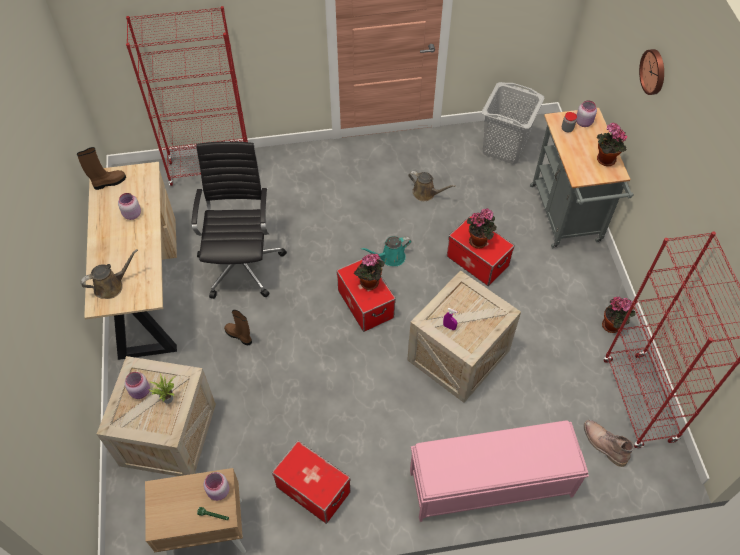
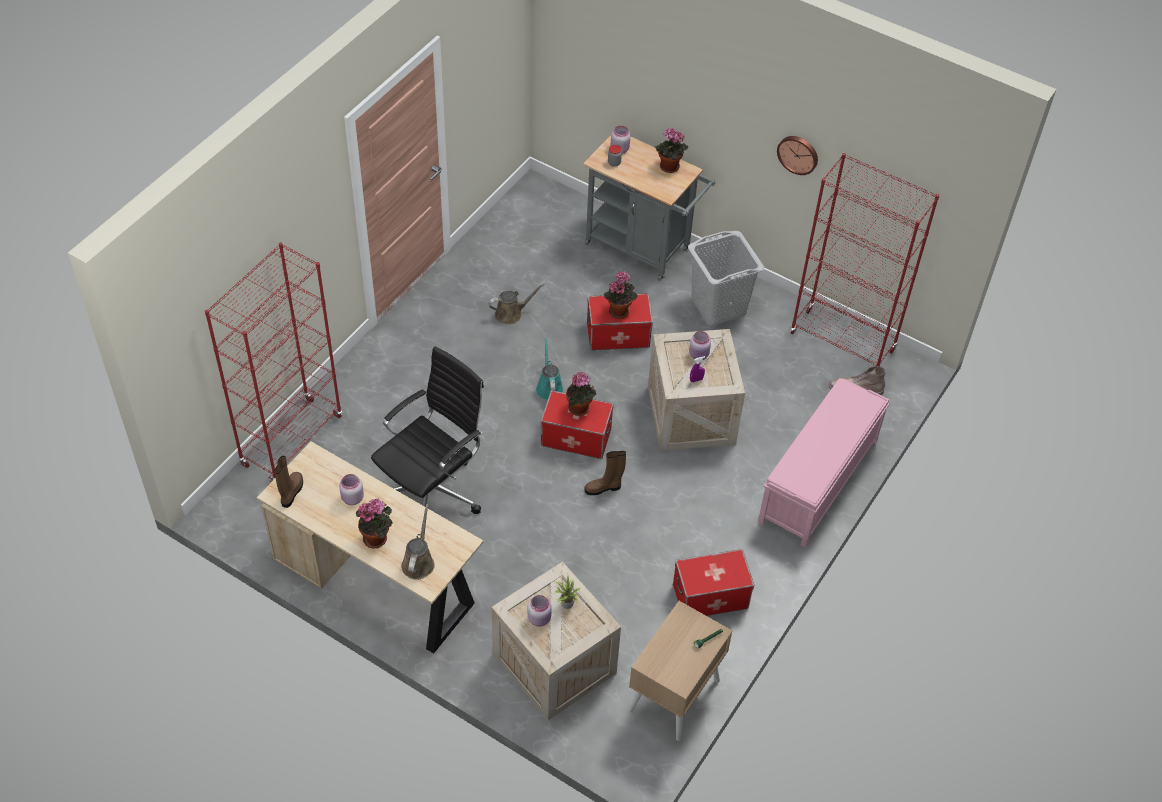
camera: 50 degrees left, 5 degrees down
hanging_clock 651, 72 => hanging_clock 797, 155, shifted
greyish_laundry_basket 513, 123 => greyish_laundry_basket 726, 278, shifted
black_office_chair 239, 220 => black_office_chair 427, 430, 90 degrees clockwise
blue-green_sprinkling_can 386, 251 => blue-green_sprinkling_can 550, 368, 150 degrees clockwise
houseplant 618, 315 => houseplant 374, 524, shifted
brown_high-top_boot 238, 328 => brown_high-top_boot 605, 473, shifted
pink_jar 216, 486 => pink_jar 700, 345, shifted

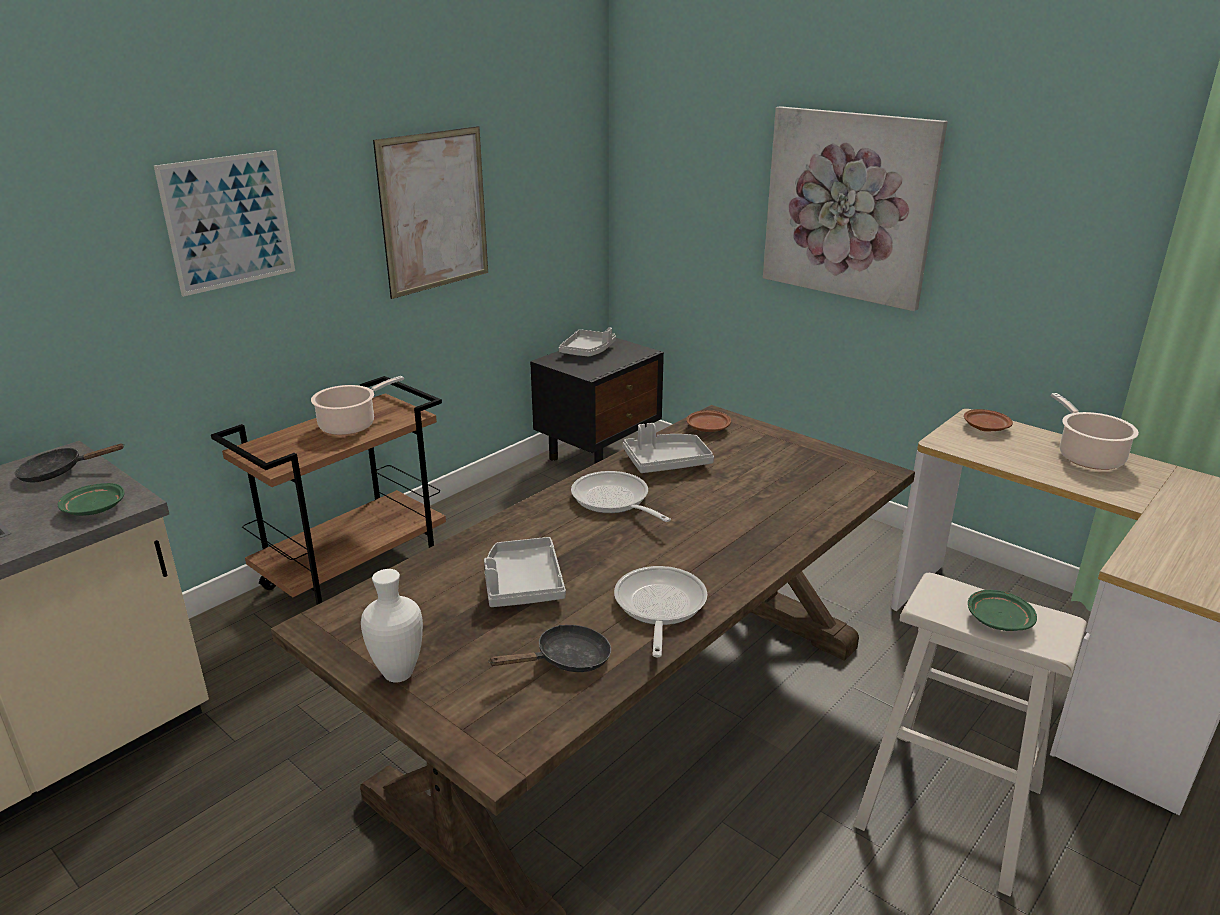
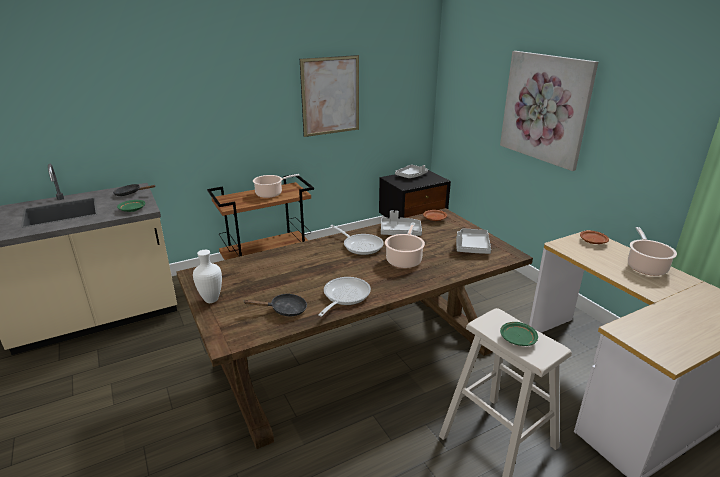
camera: 20 degrees right, 0 degrees up
wall_picture 224, 223 => nothing
skillet 621, 496 => skillet 357, 240, 150 degrees clockwise
greyish_tray 525, 572 => greyish_tray 473, 241, shifted
nothing => saucepot 405, 245

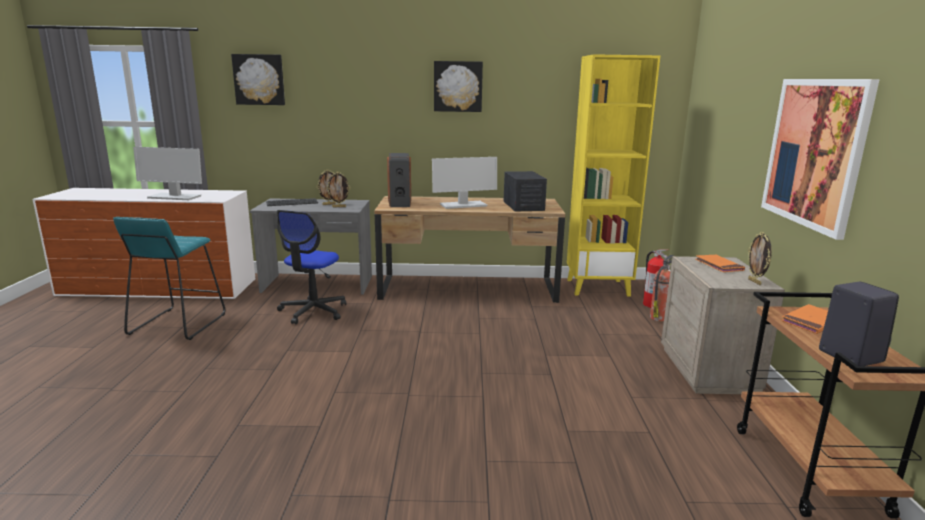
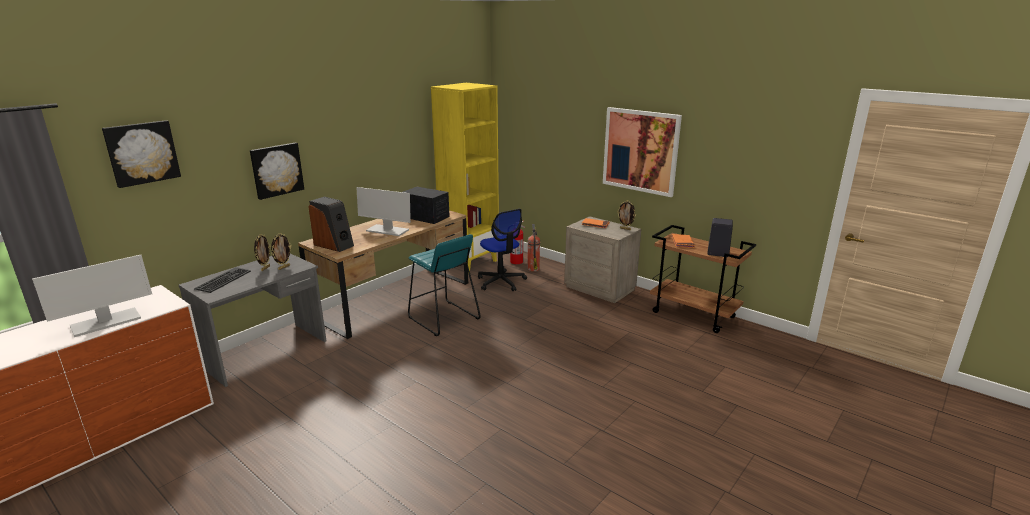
camera: 50 degrees left, 5 degrees up
wall_picture 458, 86 => wall_picture 277, 171, shifted
computer_screen 464, 183 => computer_screen 383, 211, 90 degrees clockwise
office_chair 311, 267 => office_chair 502, 250, shifted
blue-green_stool_seat 169, 278 => blue-green_stool_seat 444, 285, shifted

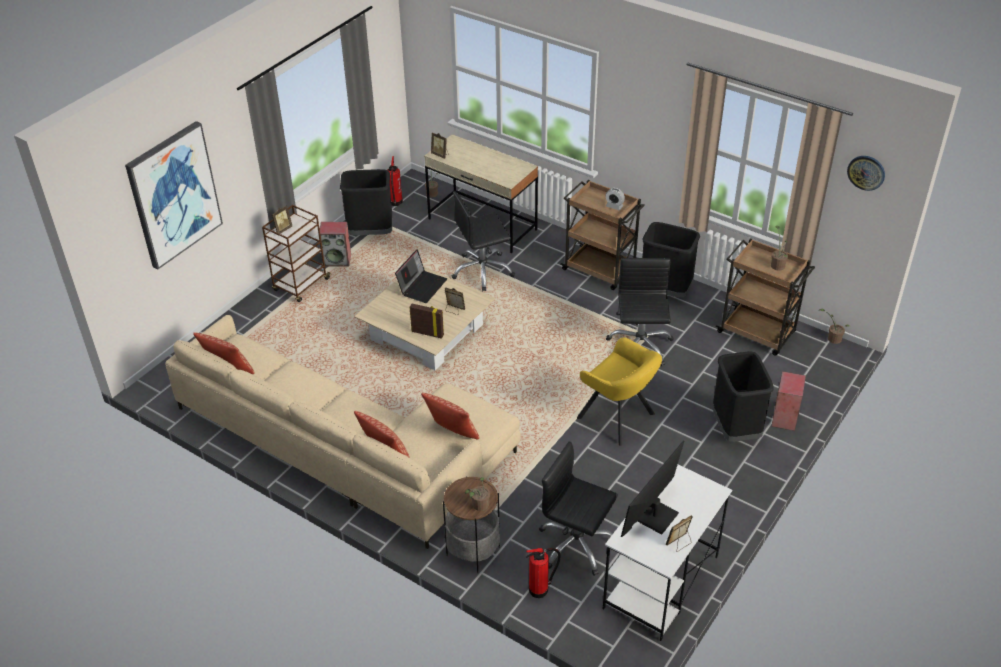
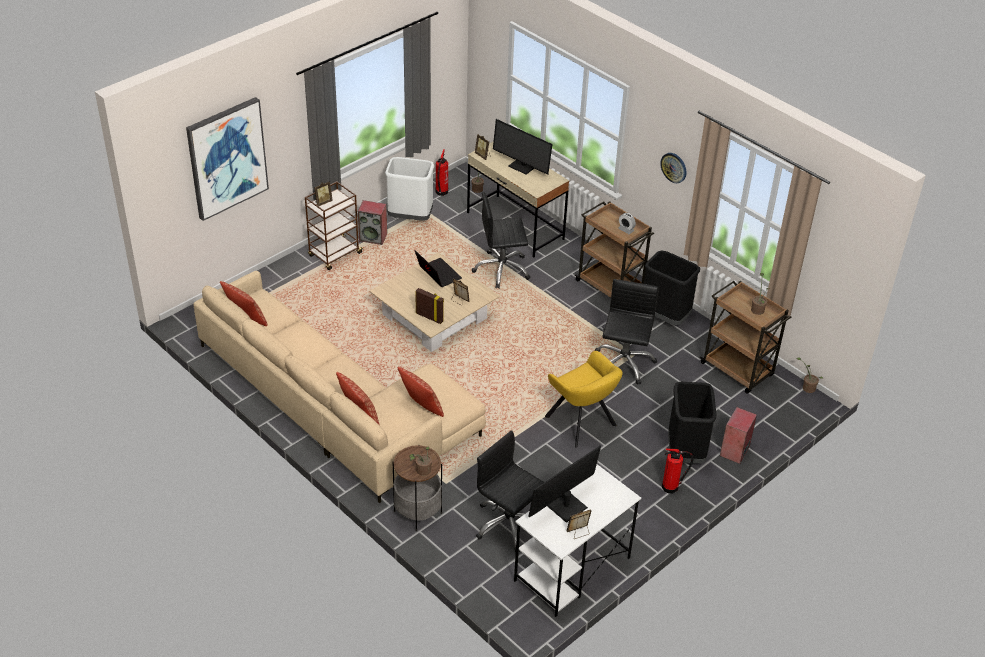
camera: 10 degrees right, 0 degrees up
hanging_clock 866, 173 => hanging_clock 673, 168, shifted
black_trash_can 366, 202 => white_trash_can 409, 189
portable_computer 421, 276 => portable_computer 438, 268, 75 degrees counterclockwise
extinguisher 543, 573 => extinguisher 678, 471, shifted
nothing => computer_screen 522, 147

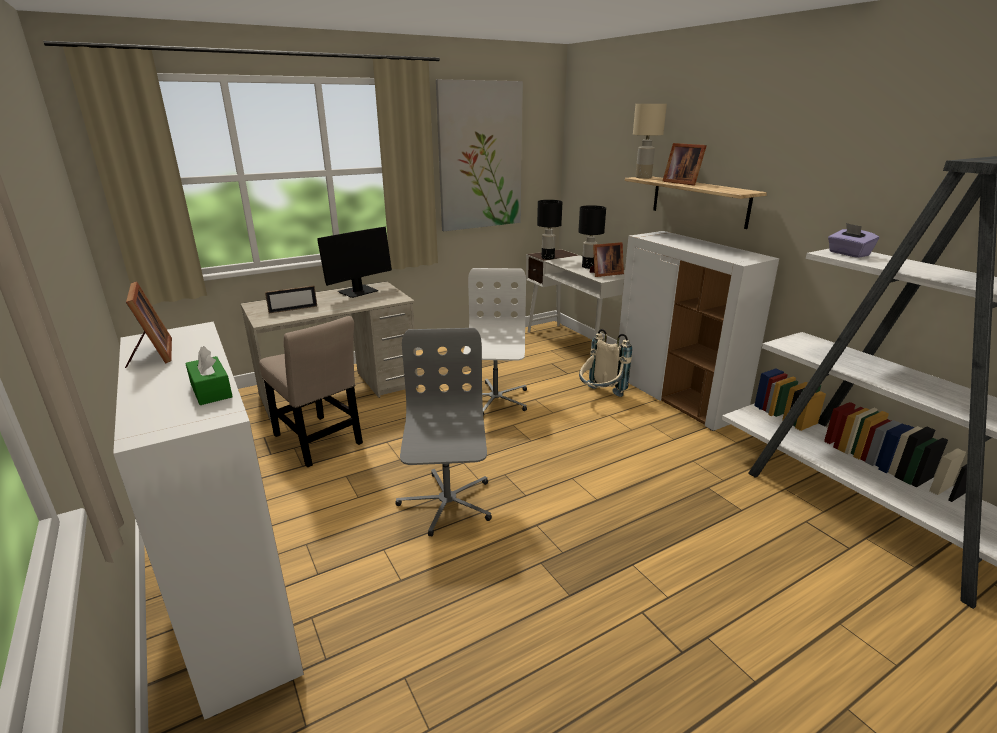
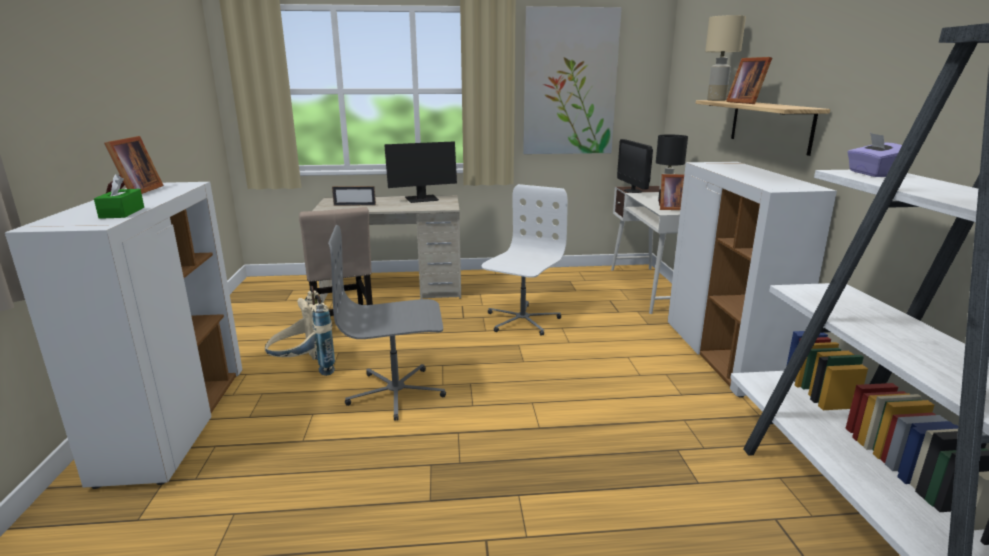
camera: 25 degrees right, 5 degrees down
black_tabletop_lamp 549, 229 => computer_screen 635, 166
greyish_office_chair 443, 432 => greyish_office_chair 387, 323, 120 degrees counterclockwise
beige-coloured_knapsack 605, 363 => beige-coloured_knapsack 300, 331, shifted

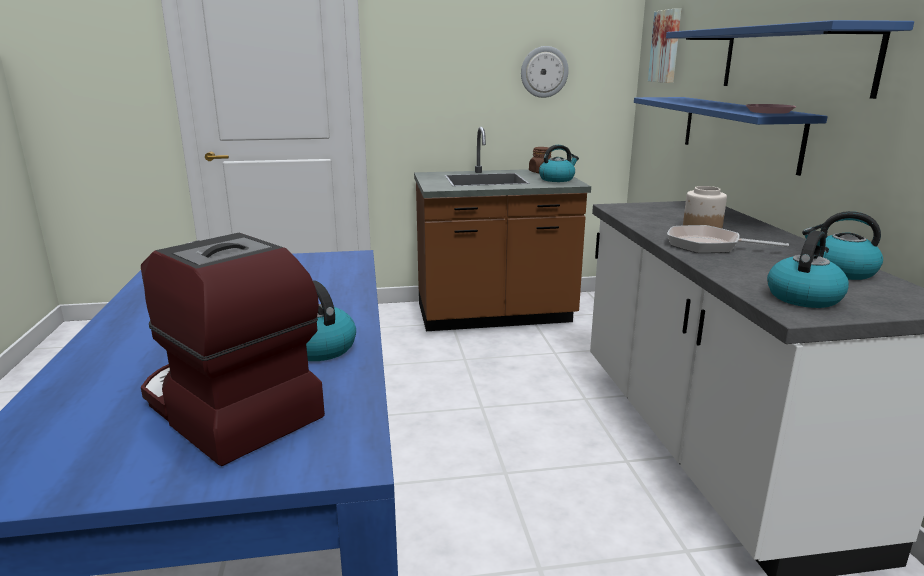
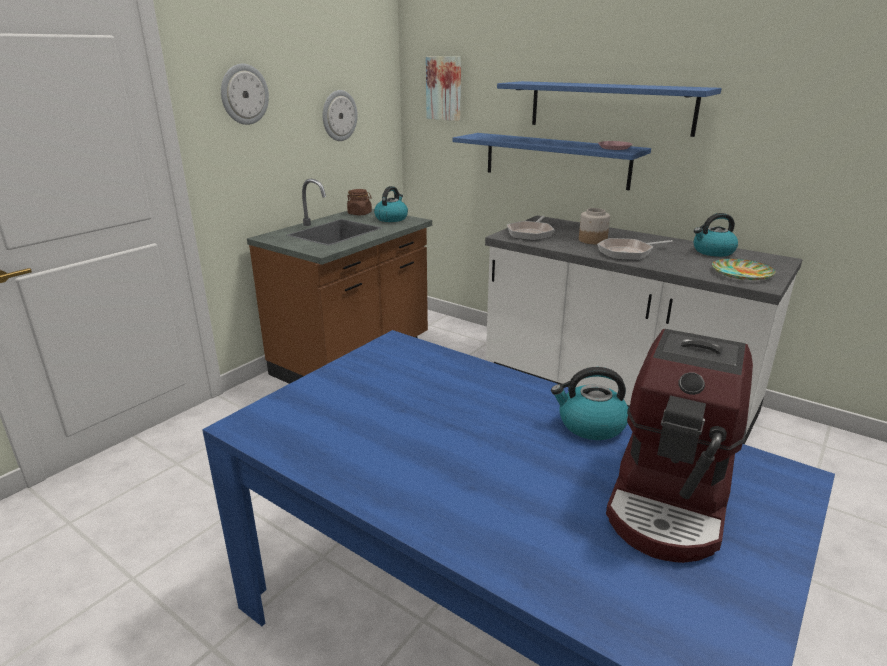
camera: 45 degrees left, 5 degrees up
tea_kettle 808, 269 => plate 743, 269
coffee_brewer 233, 349 => coffee_brewer 679, 446, 60 degrees counterclockwise
nothing => hanging_clock 245, 94
nothing => skillet 530, 228

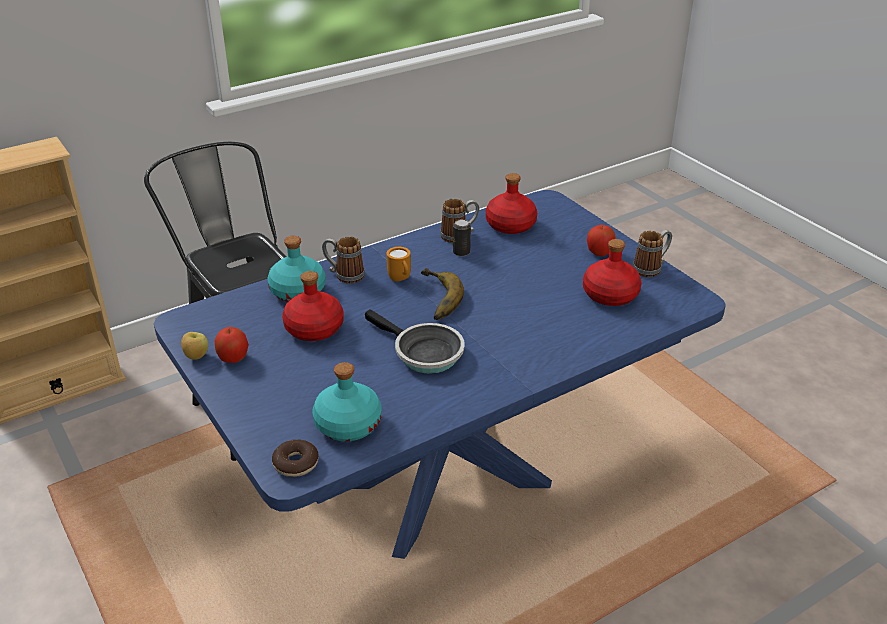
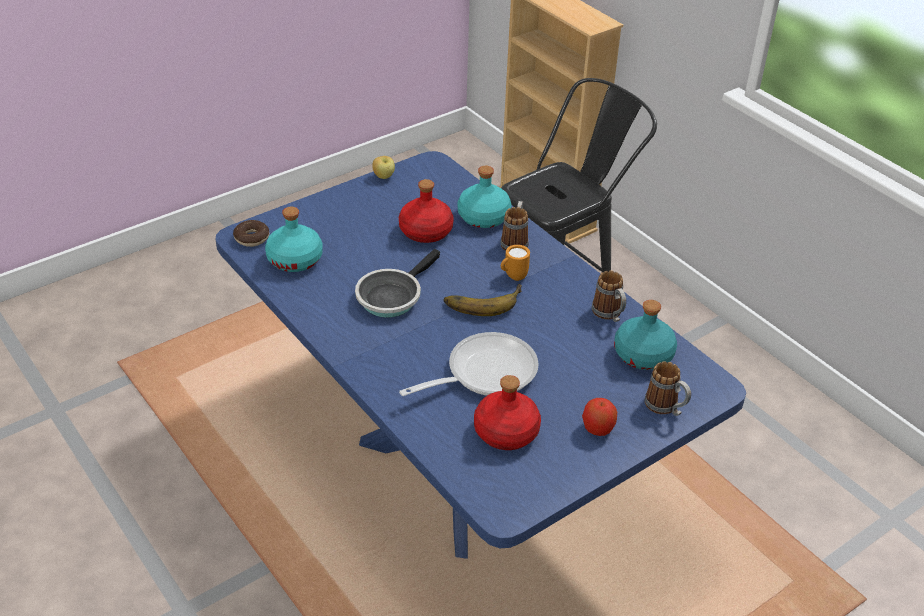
camera: 85 degrees right, 5 degrees up
reddish_drink_bottle 511, 203 => blue-green_drink_bottle 645, 335
metal_can 462, 238 => nothing
tea_mug 652, 253 => tea_mug 668, 388, shifted
apple 231, 345 => nothing
nothing => skillet 469, 364

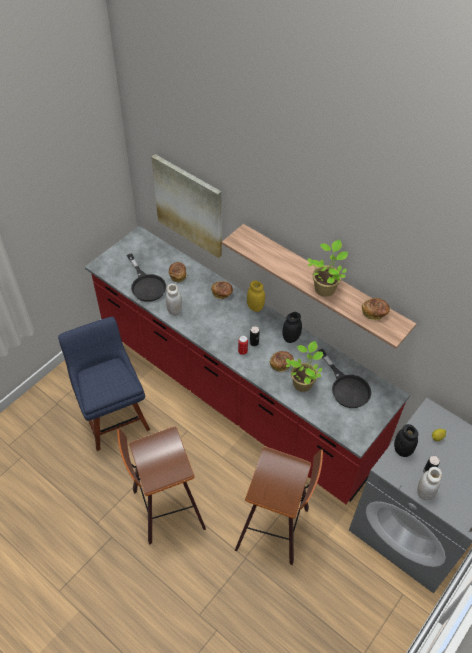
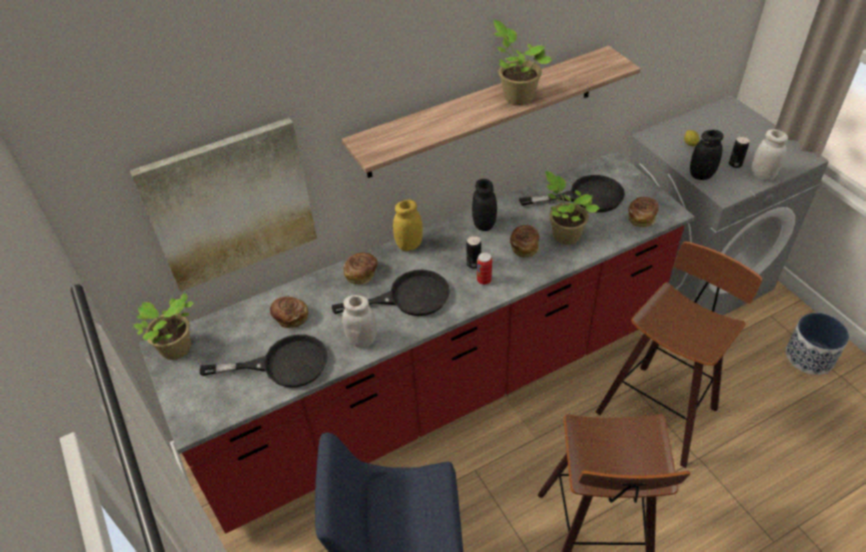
camera: 65 degrees left, 5 degrees down
baked_bread 376, 309 => baked_bread 643, 212, shifted
nothing => black_skillet 391, 293
nothing => houseplant 163, 326
nothing => flower_pot 817, 344

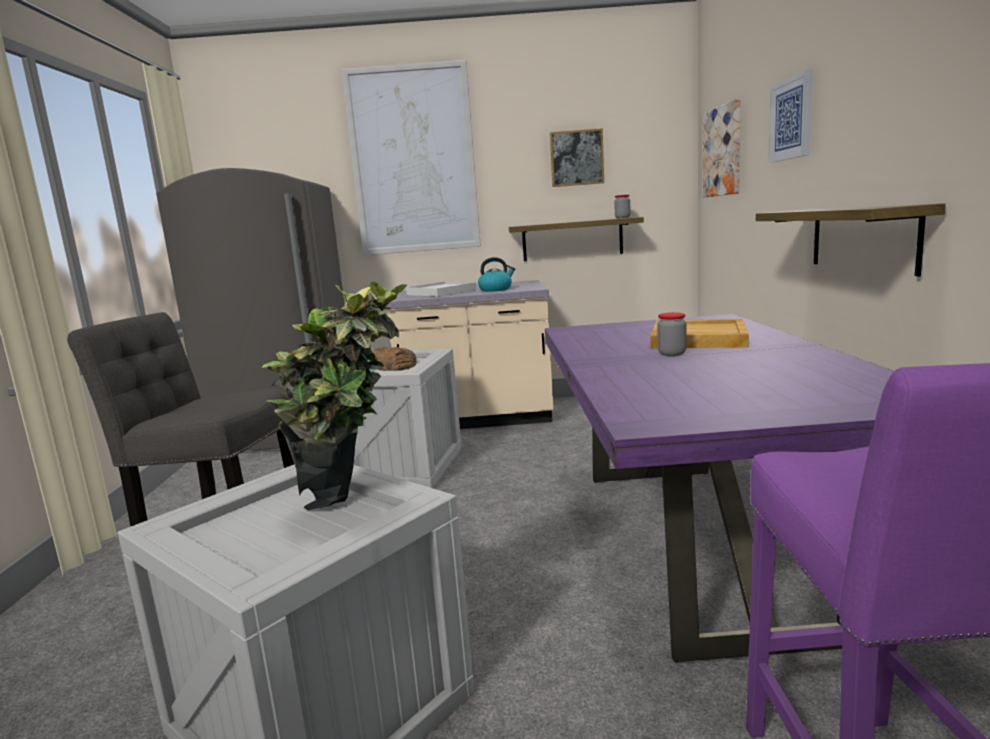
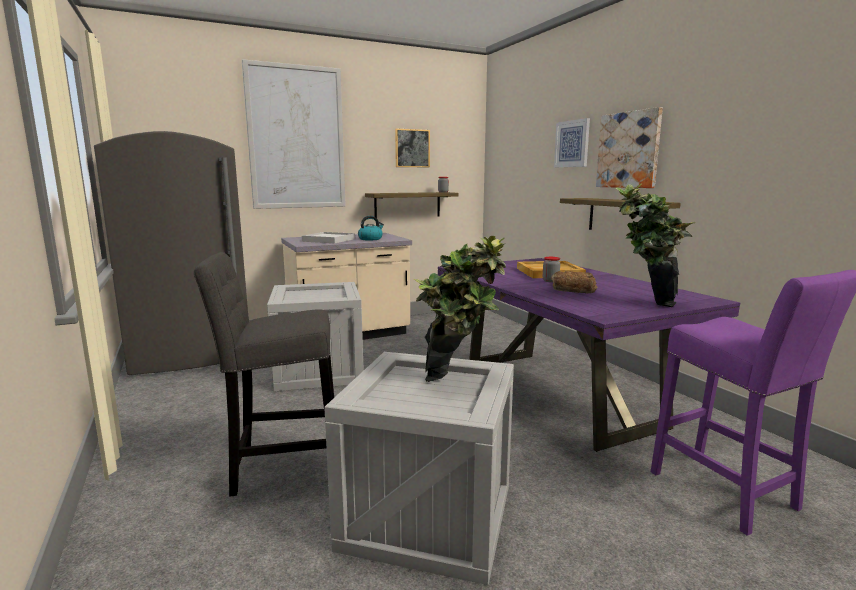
camera: 25 degrees left, 0 degrees up
wall_picture 722, 148 => wall_picture 629, 147, shifted
baked_bread 393, 359 => baked_bread 574, 282, shifted
nothing => houseplant 656, 245

